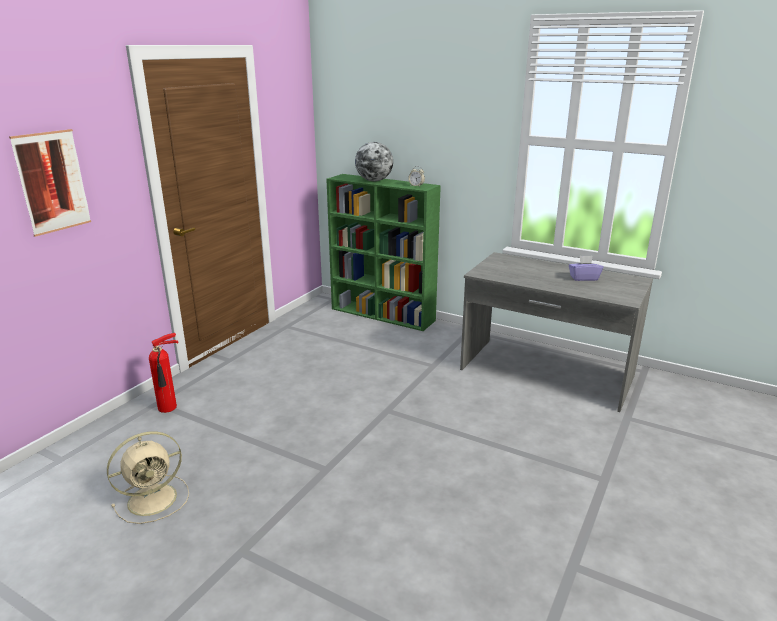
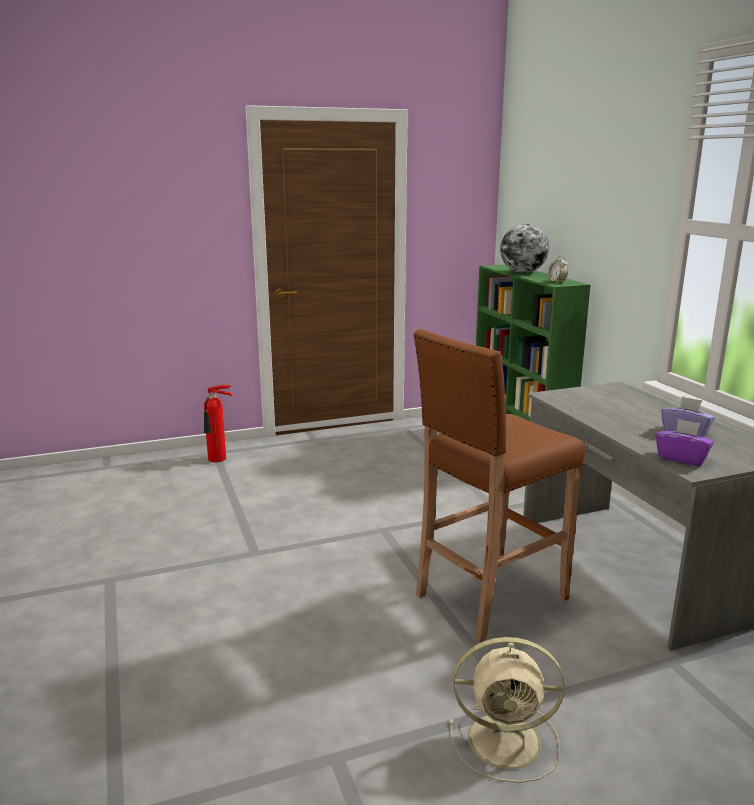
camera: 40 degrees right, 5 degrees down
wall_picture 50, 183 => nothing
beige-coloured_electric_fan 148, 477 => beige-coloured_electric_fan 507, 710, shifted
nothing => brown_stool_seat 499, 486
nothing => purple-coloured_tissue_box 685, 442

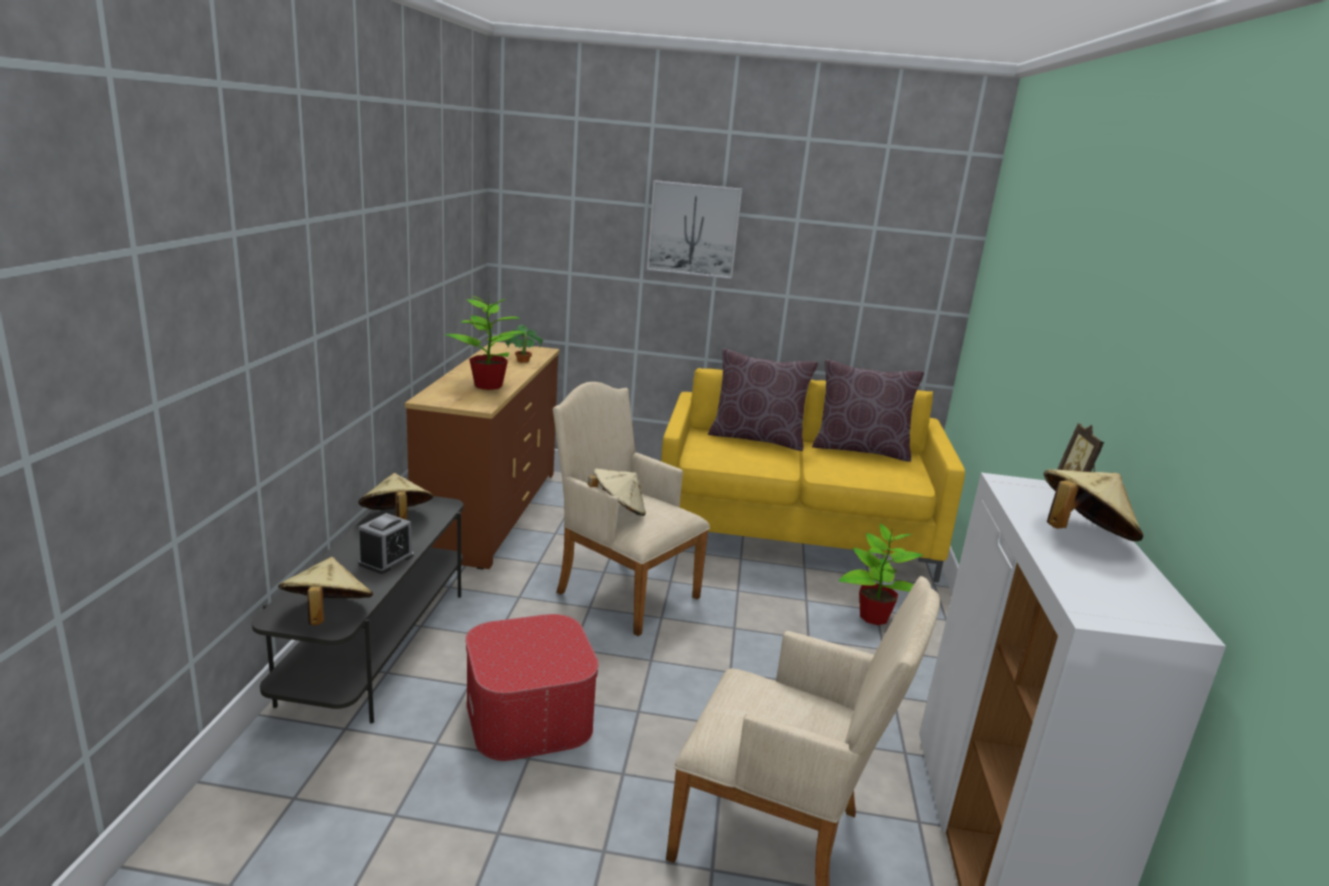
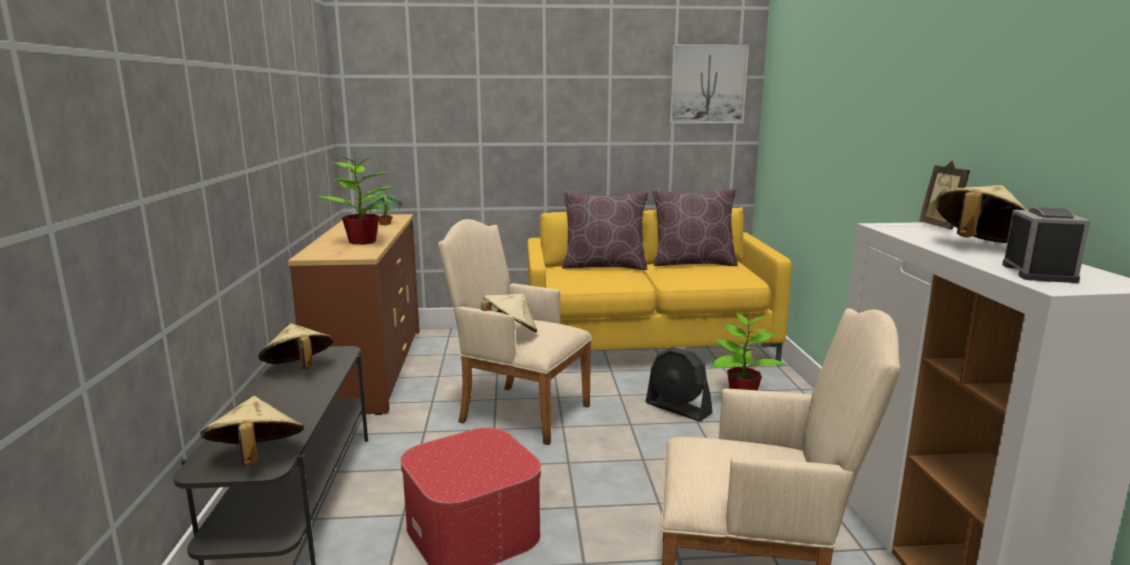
camera: 10 degrees left, 5 degrees down
wall_picture 694, 229 => wall_picture 709, 84, shifted
bedside_clock 386, 543 => bedside_clock 1046, 245, shifted
nothing => black_electric_fan 679, 384

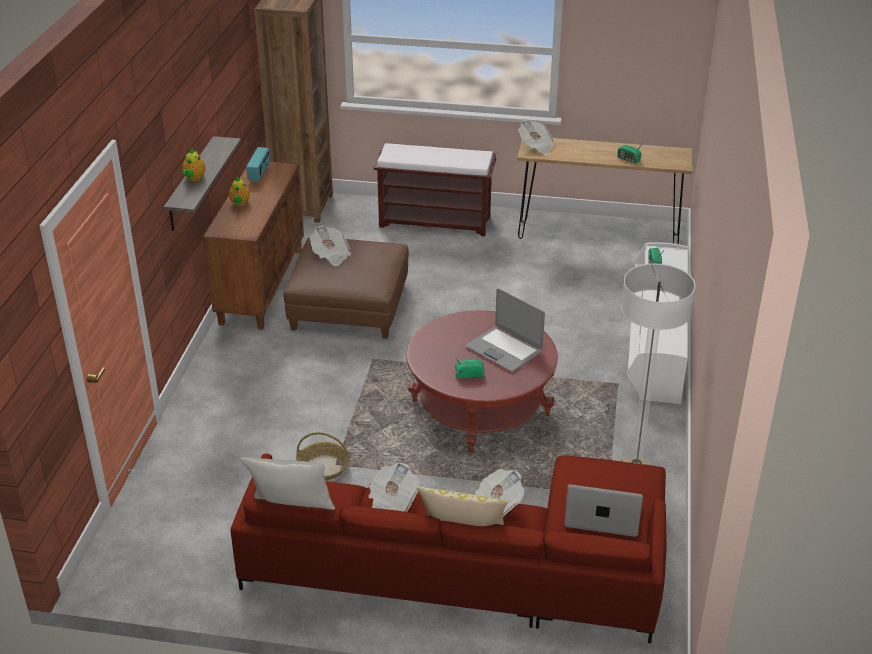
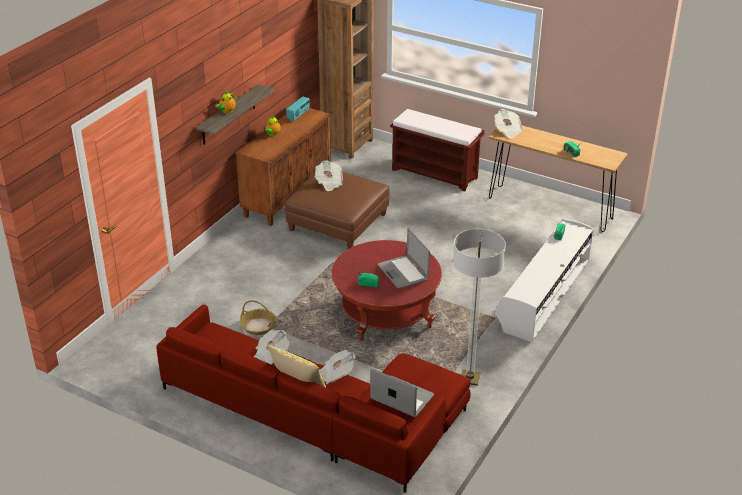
camera: 20 degrees right, 0 degrees up
greyish_cushion 287, 483 => nothing

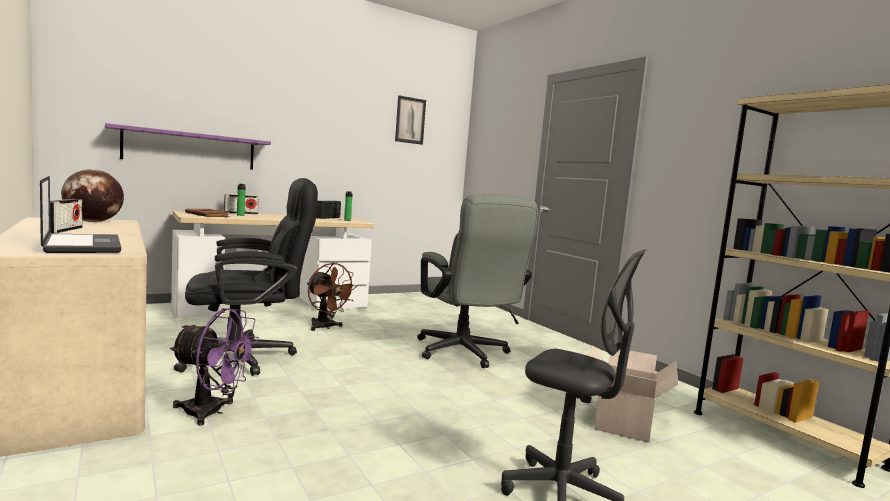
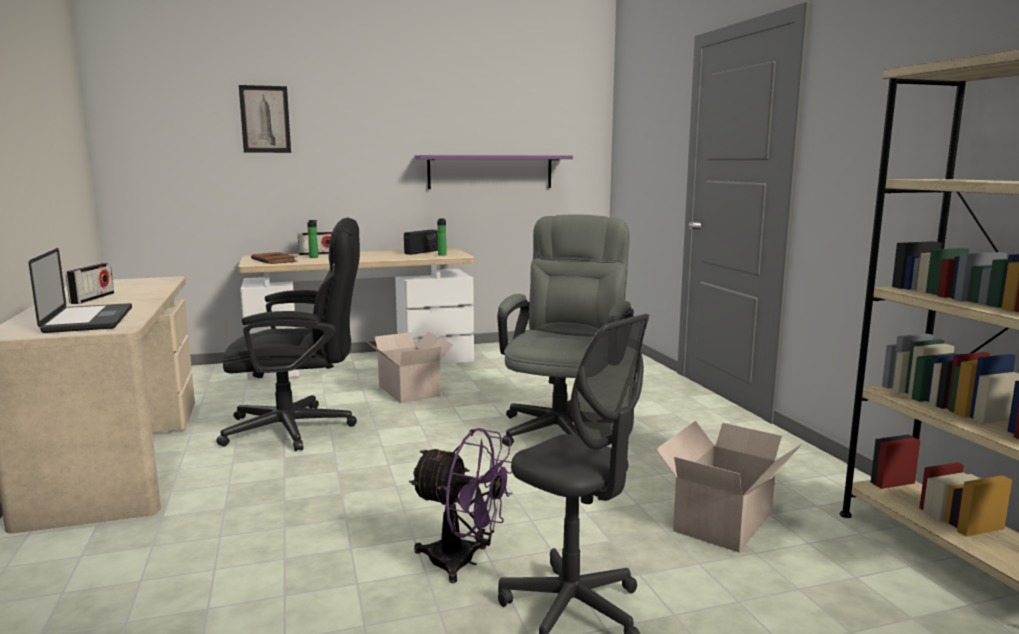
camera: 15 degrees right, 5 degrees up
wall_picture 410, 120 => wall_picture 265, 119, shifted
purple-coloured_shelf 188, 146 => purple-coloured_shelf 494, 172, shifted
world_globe 92, 195 => nothing
greyish_office_chair 477, 281 => greyish_office_chair 565, 330, 150 degrees counterclockwise
brown_electric_fan 332, 297 => carton 409, 367
purple-coloured_electric_fan 214, 367 => purple-coloured_electric_fan 461, 505, shifted

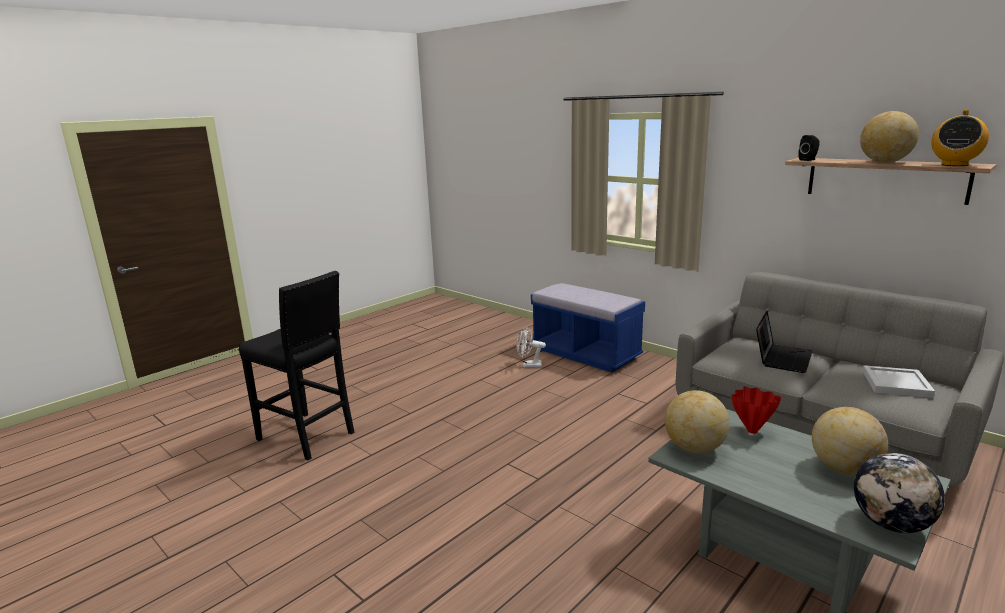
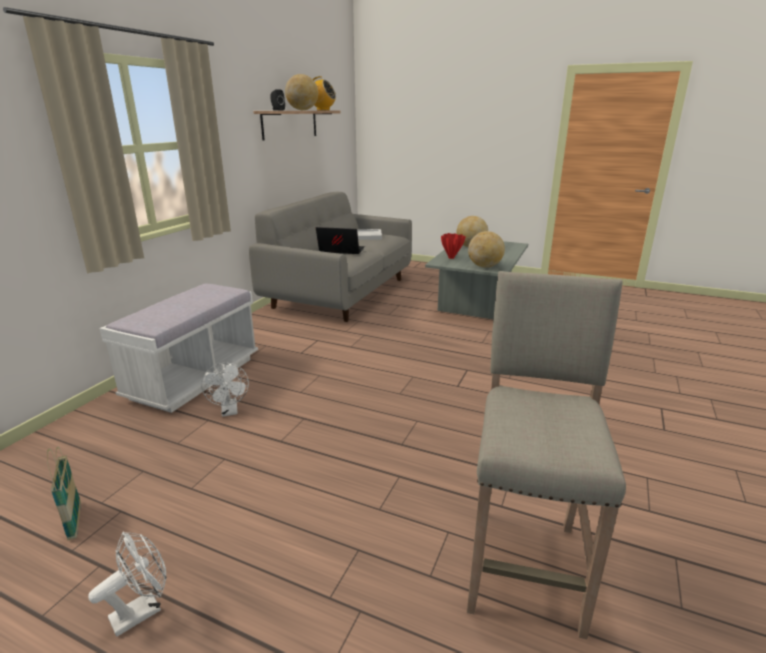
camera: 110 degrees left, 5 degrees up
black_stool_seat 297, 365 => beige-coloured_stool_seat 546, 455
bluish_bench 588, 328 => white_bench 178, 348
world_globe 899, 493 => nothing
nothing => household_basket 64, 493
nothing => white_electric_fan 127, 584

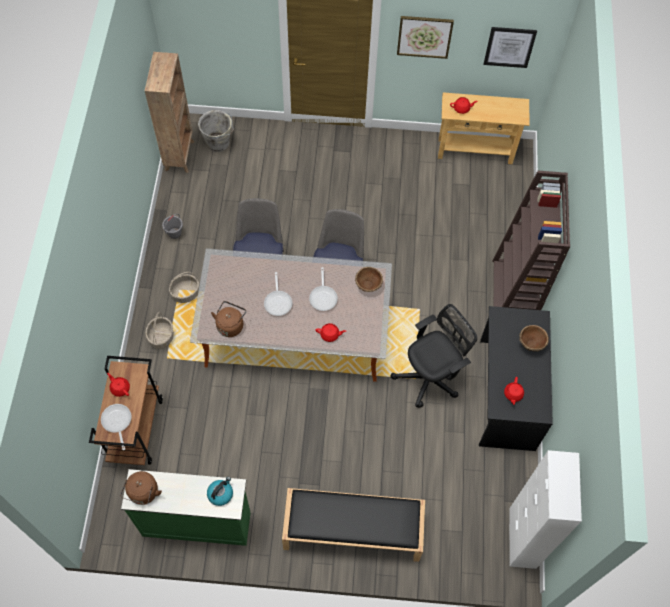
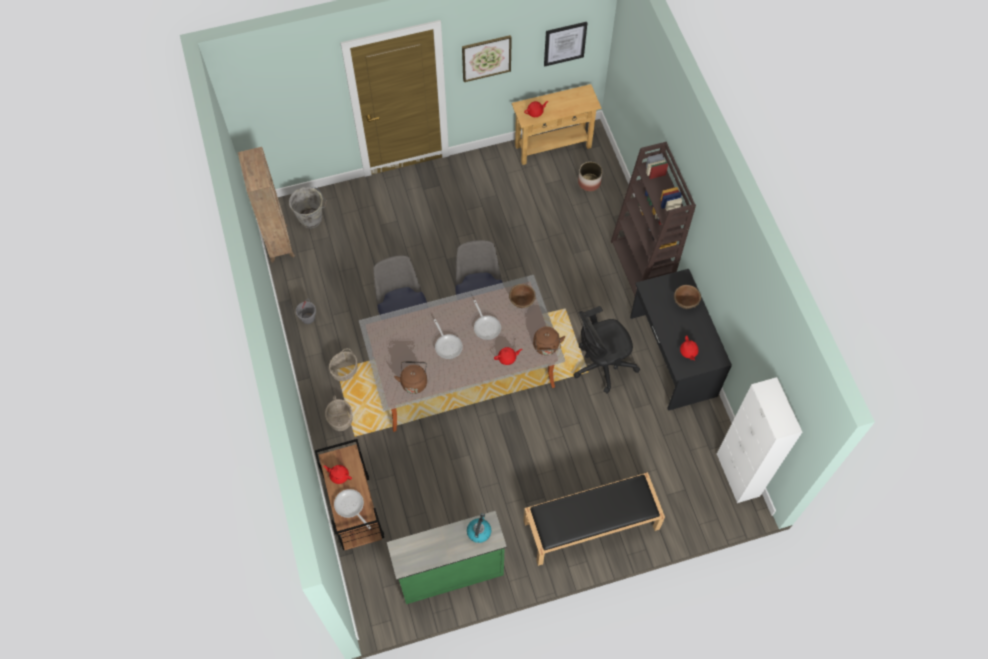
camera: 20 degrees left, 0 degrees up
black_office_chair 433, 356 => black_office_chair 606, 350, 150 degrees counterclockwise
brown_tea_kettle 141, 488 => brown_tea_kettle 549, 340, shifted
nothing => flower_pot 590, 176

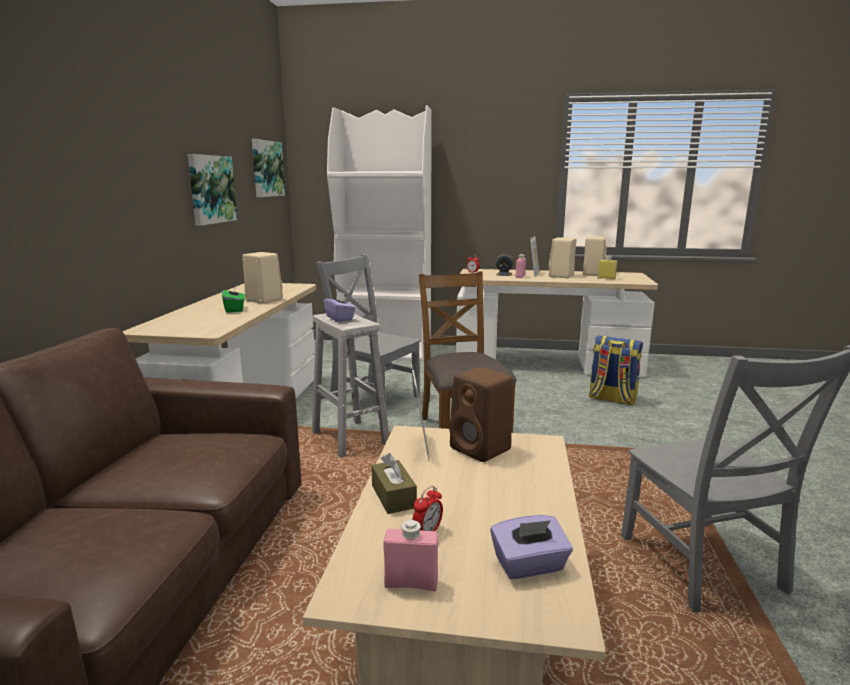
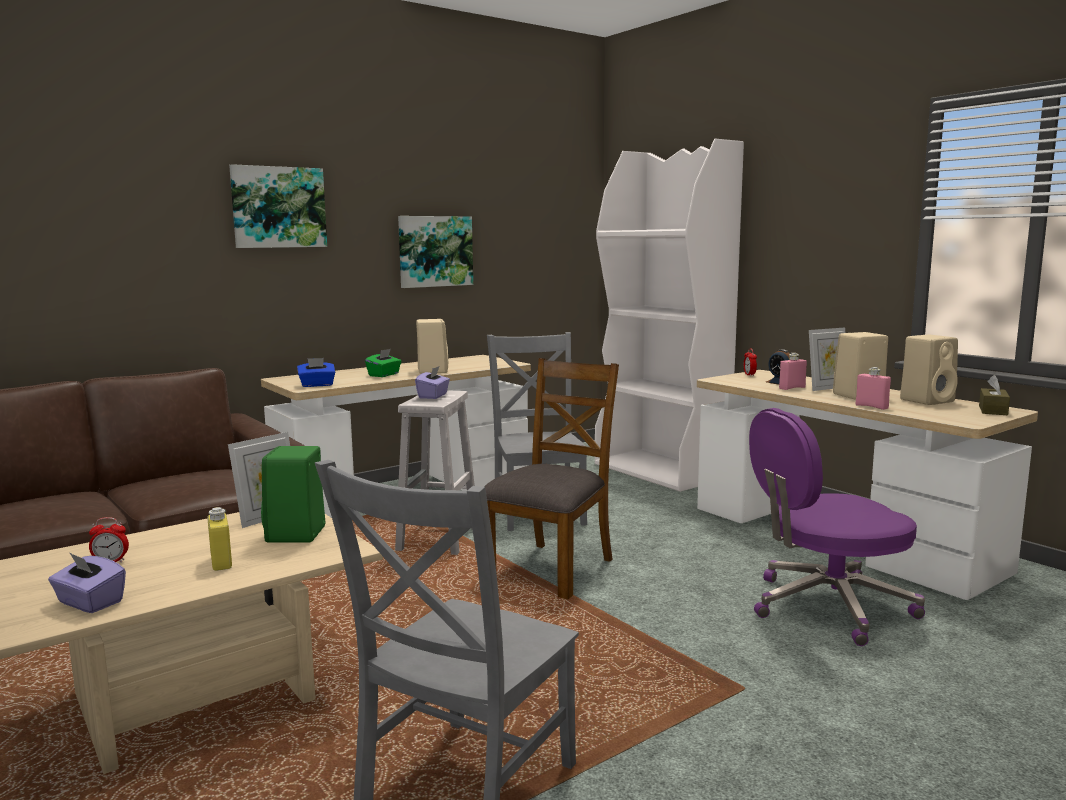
camera: 45 degrees right, 5 degrees down
wall_picture 268, 168 => wall_picture 278, 206, shifted
yellowish_drink_bottle 607, 267 => yellowish_drink_bottle 220, 539, shifted
knapsack 615, 370 => purple-coloured_office_chair 837, 527
brown_audio_speaker 481, 414 => green_audio_speaker 293, 494
brown_tissue_box 394, 483 => brown_tissue_box 994, 395, shifted
pink_drink_bottle 410, 555 => pink_drink_bottle 873, 388, shifted
nothing => bluish_tissue_box 316, 372

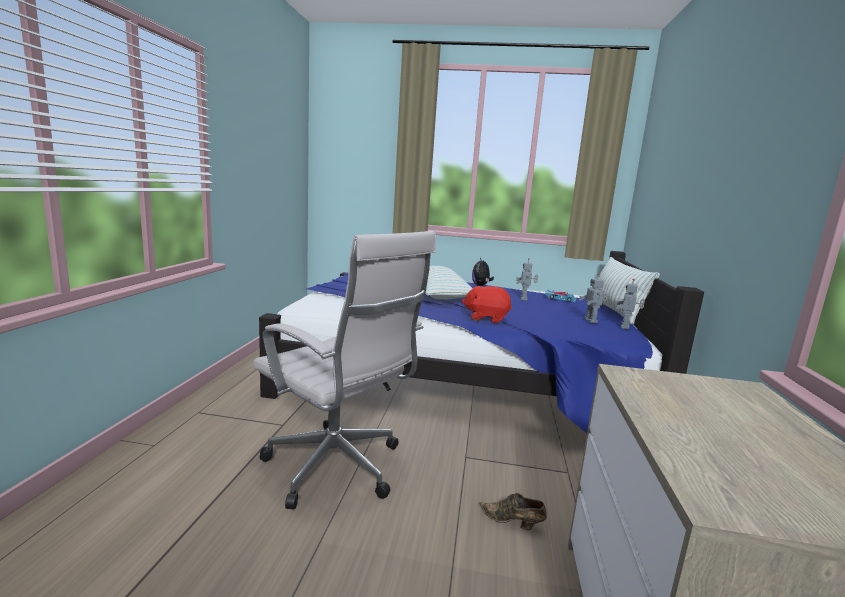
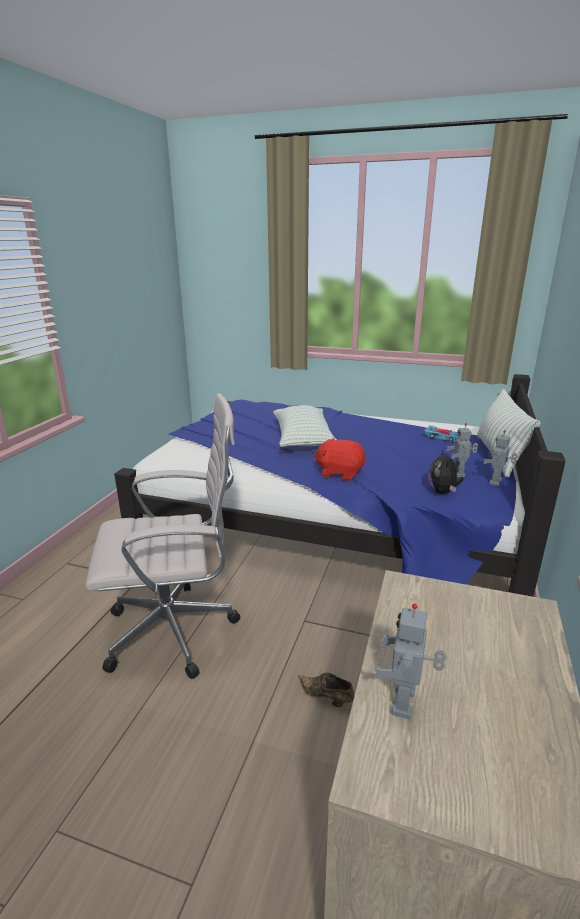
camera: 10 degrees right, 10 degrees up
white_office_chair 344, 370 => white_office_chair 163, 536, 60 degrees counterclockwise
plush_toy 483, 272 => plush_toy 445, 471, shifted
model_robot 527, 279 => model_robot 410, 662, shifted

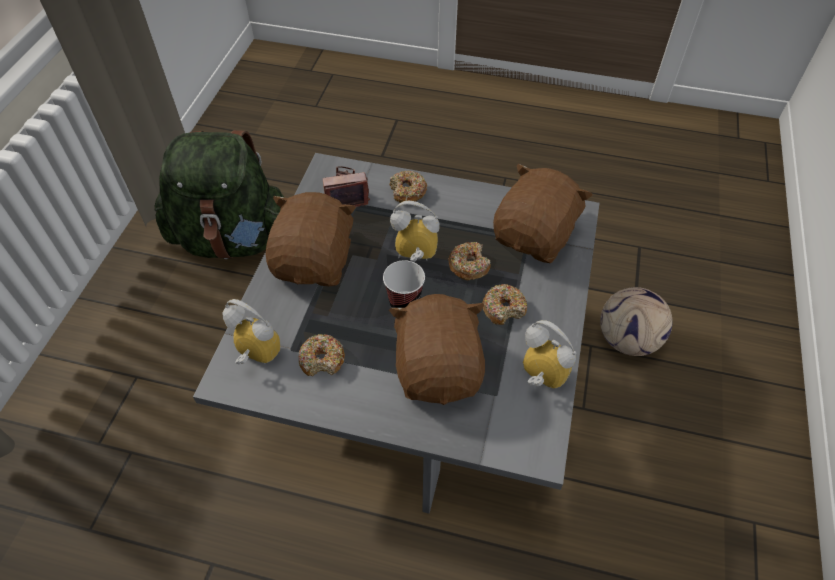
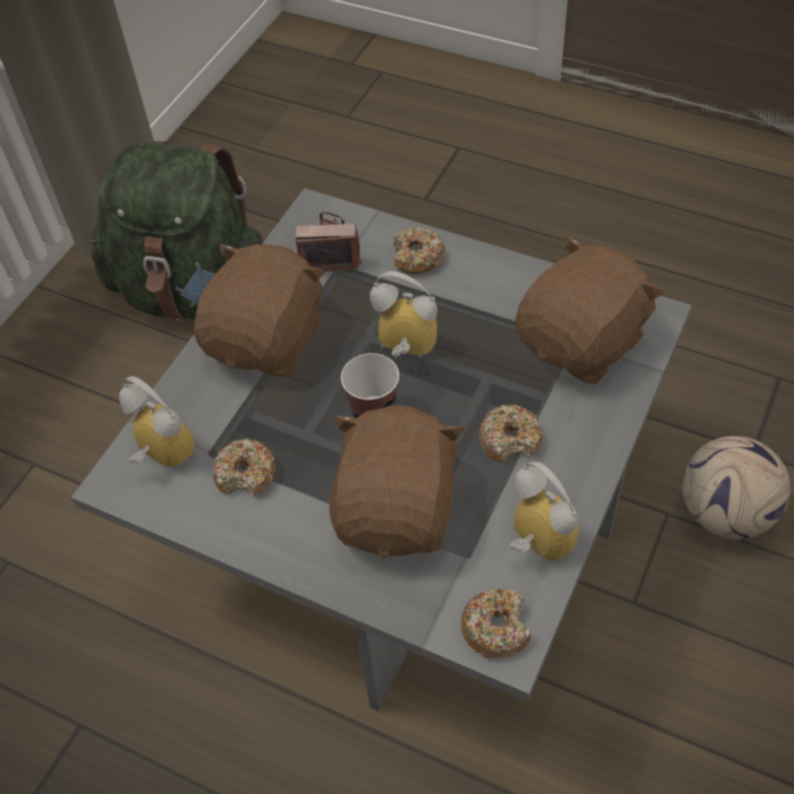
camera: 15 degrees right, 0 degrees up
ring_doughnut 469, 261 => ring_doughnut 496, 624, shifted

